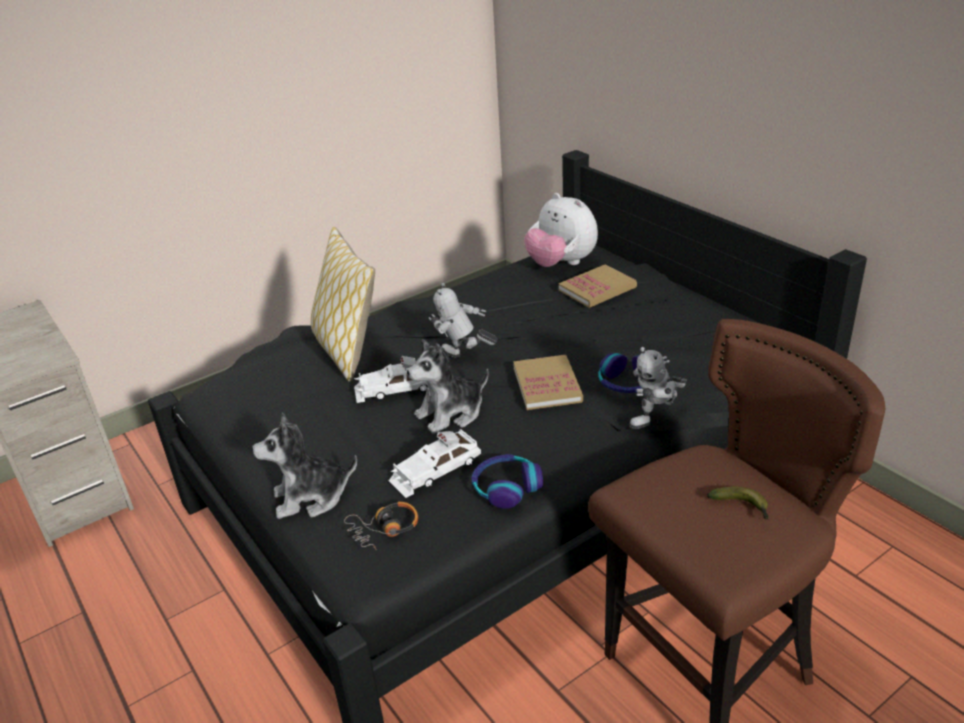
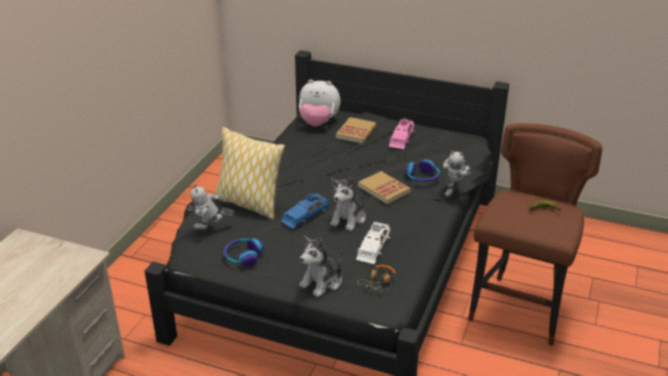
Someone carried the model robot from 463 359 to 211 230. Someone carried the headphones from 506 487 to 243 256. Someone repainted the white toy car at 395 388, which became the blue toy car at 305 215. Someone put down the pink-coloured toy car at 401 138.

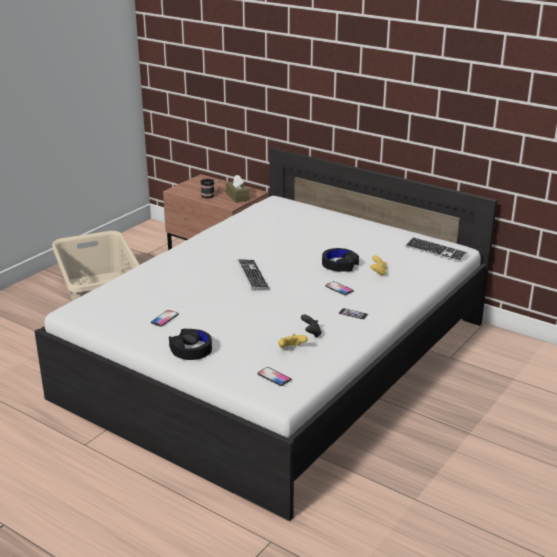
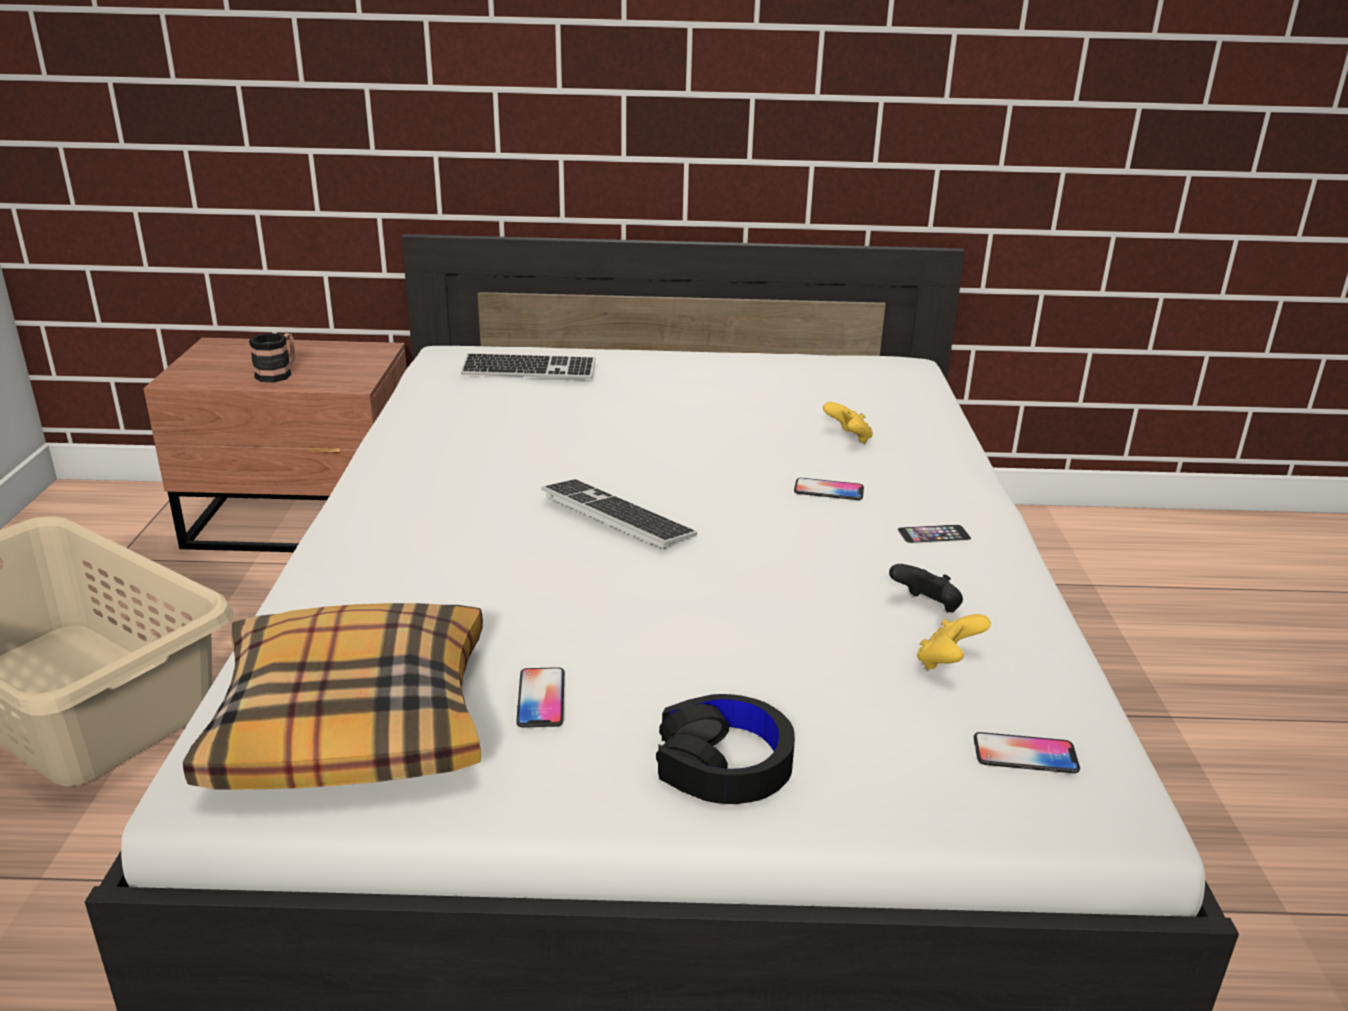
Someone put down the cushion at 353 720. Someone carried the keyboard from 435 251 to 529 370. Someone took away the brownish box of tissues at 237 197. Someone took away the black headphones at 339 265.

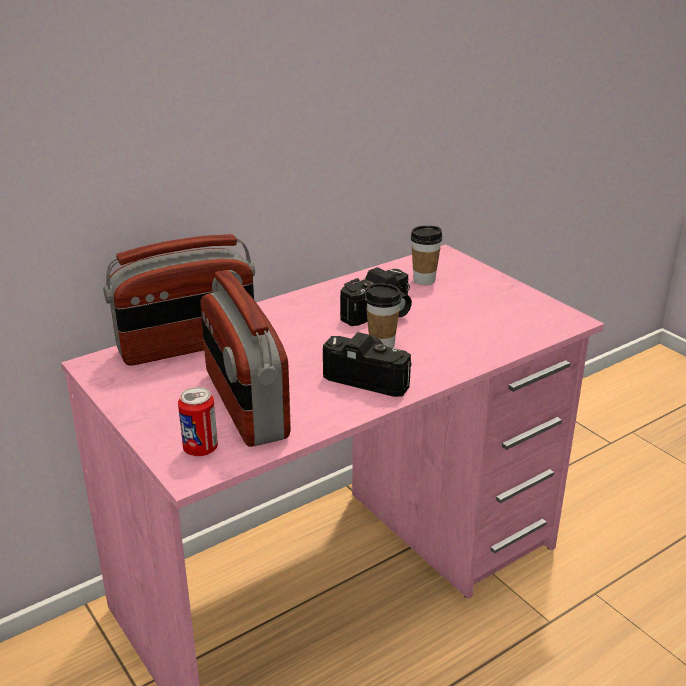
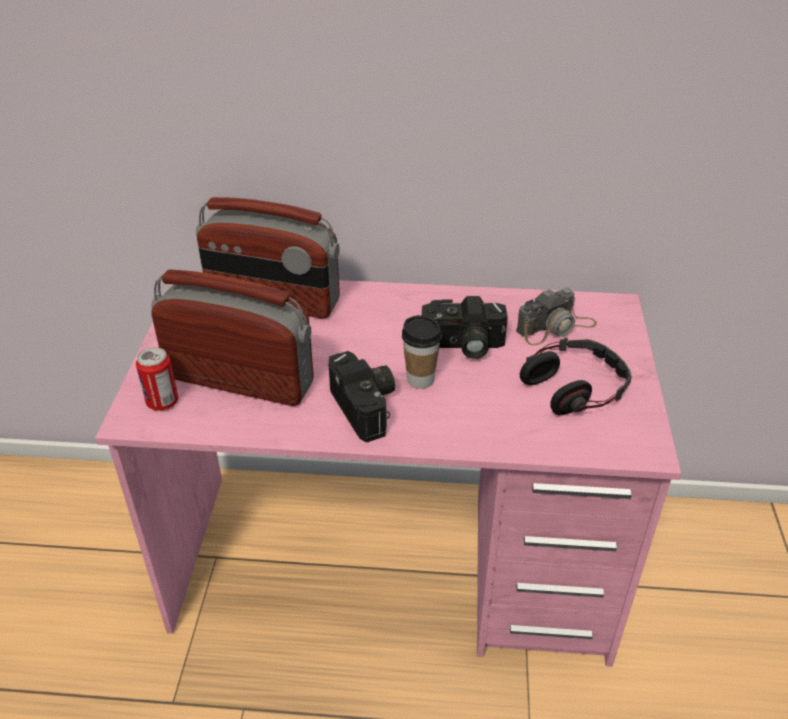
Someone rotated the radio set at 245 405 by 90 degrees clockwise. Someone swapped the small cup at 424 280 for the photo camera at 556 327. Someone put down the headphones at 574 386.

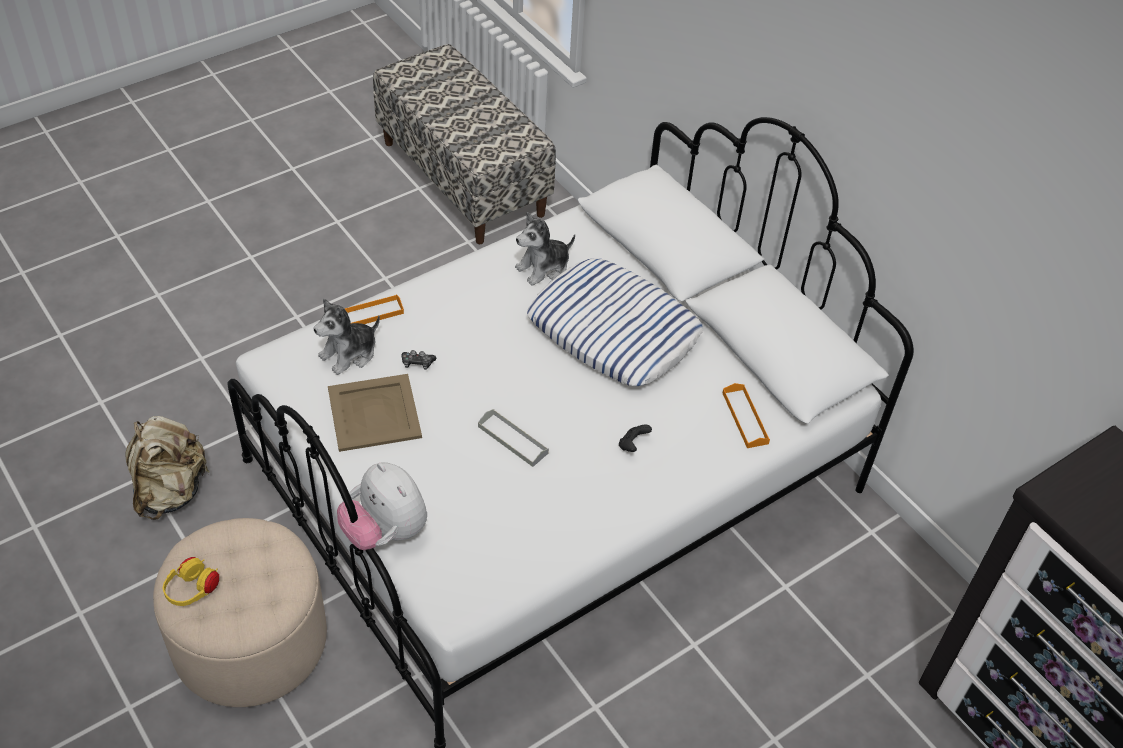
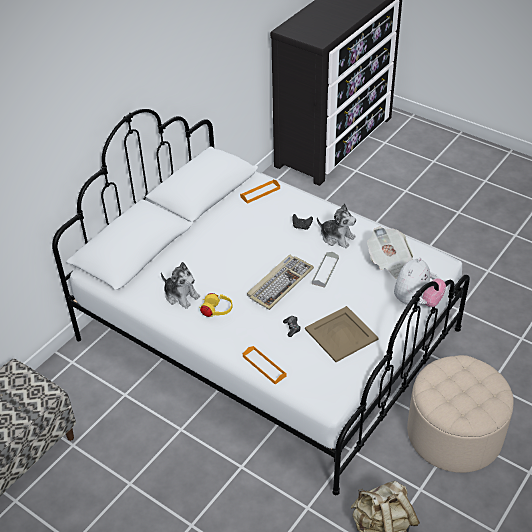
Someone carried the yellowish headphones from 193 590 to 216 311. Someone put down the keyboard at 280 283. Someone carried the plush toy from 349 354 to 337 237. Someone put down the newspaper at 390 262. Someone took away the cushion at 614 330.

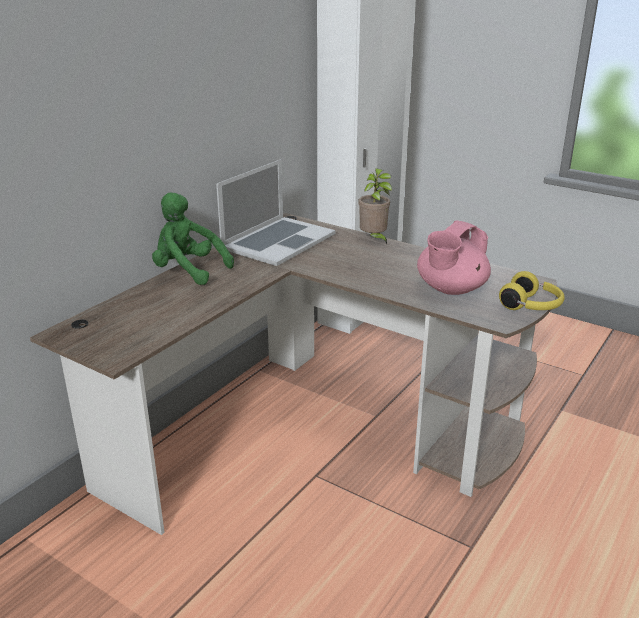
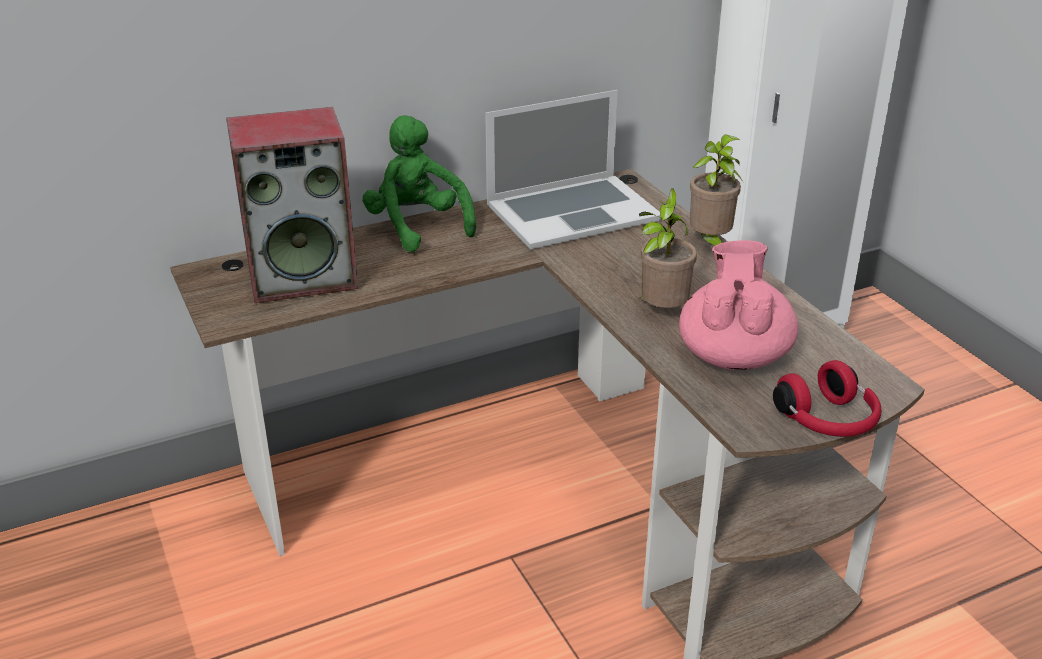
Someone put down the audio speaker at 304 275. Someone put down the houseplant at 661 311. Someone rotated the pink-coloured teapot at 450 289 by 120 degrees clockwise. Someone repainted the yellowish headphones at 531 306, which became the reddish headphones at 828 421.

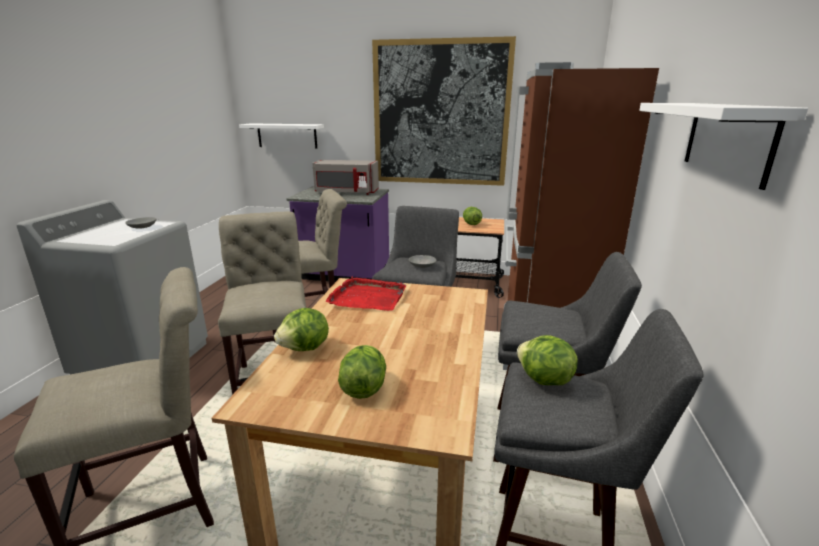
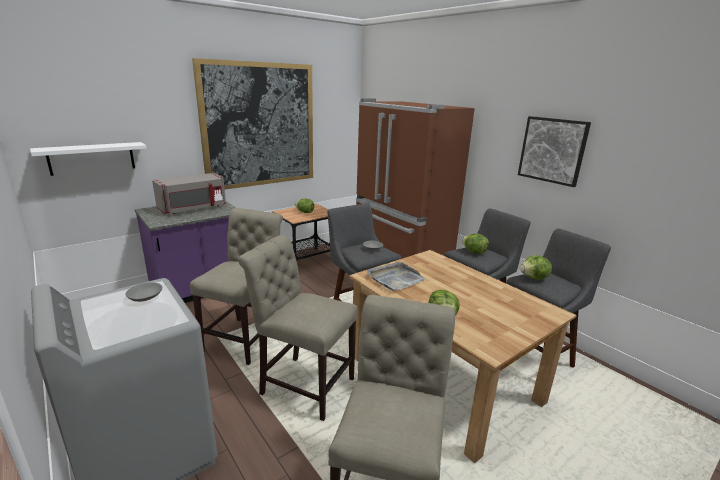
Someone repainted the reddish carrying tray at 368 297, which became the greyish carrying tray at 395 278. Someone carried the head of lettuce from 363 388 to 474 252. Someone swapped the white bracket shelf at 727 139 for the picture at 552 150.

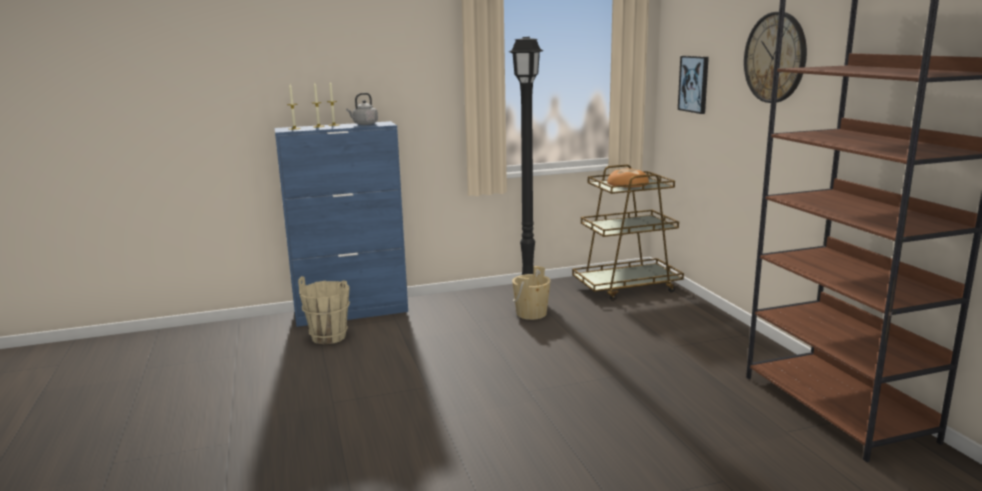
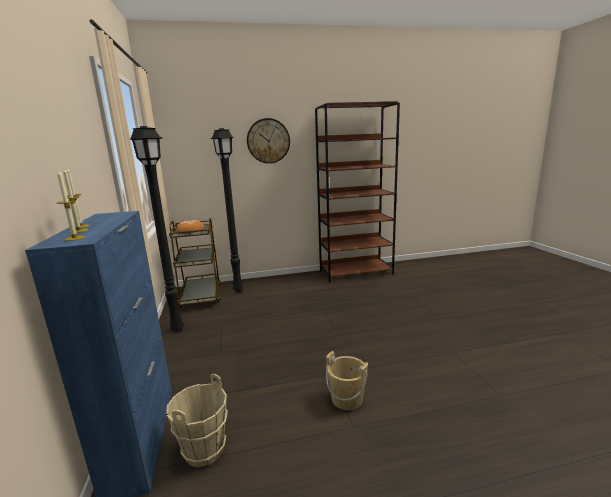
Someone put down the black standing lamp at 238 290. Someone carried the beige pail from 531 314 to 347 399. Someone took away the greyish water kettle at 364 124. Someone took away the picture at 694 84.

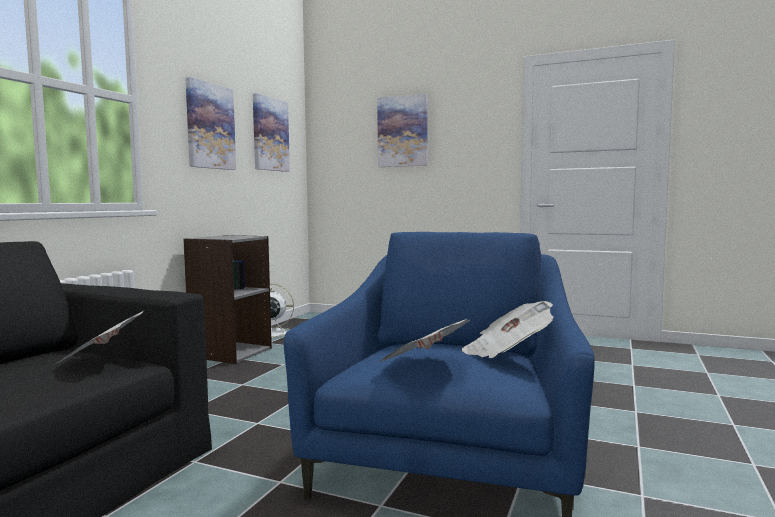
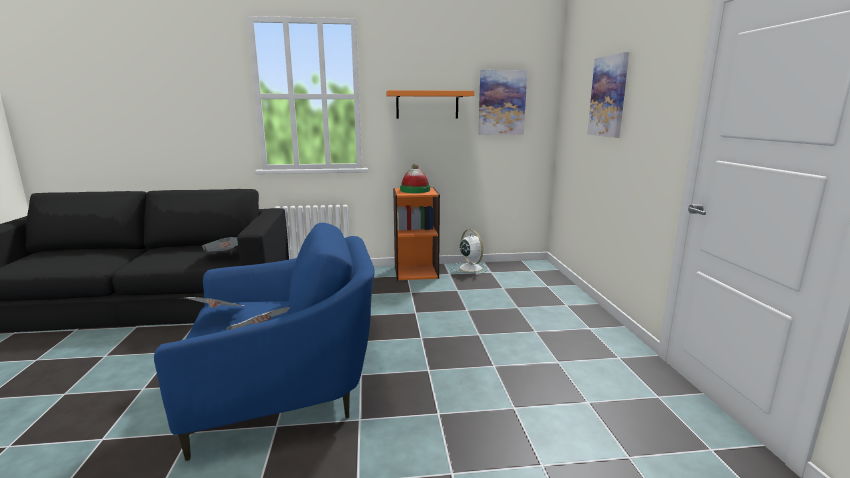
Someone swapped the picture at 210 126 for the orangey bracket shelf at 427 105. Someone repainted the greyish bookcase at 230 352, which became the orangey bookcase at 416 272. Someone put down the clothing hat at 415 190.

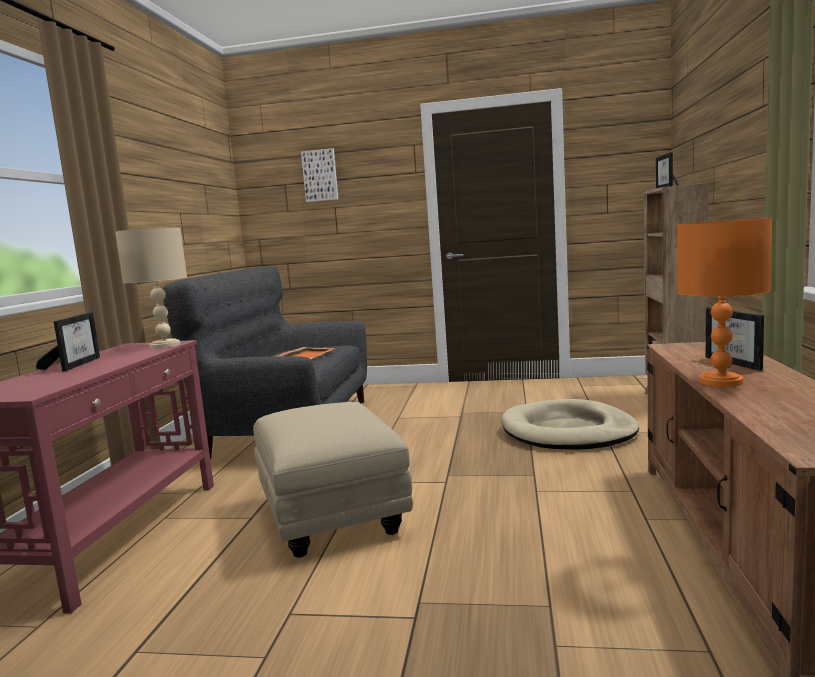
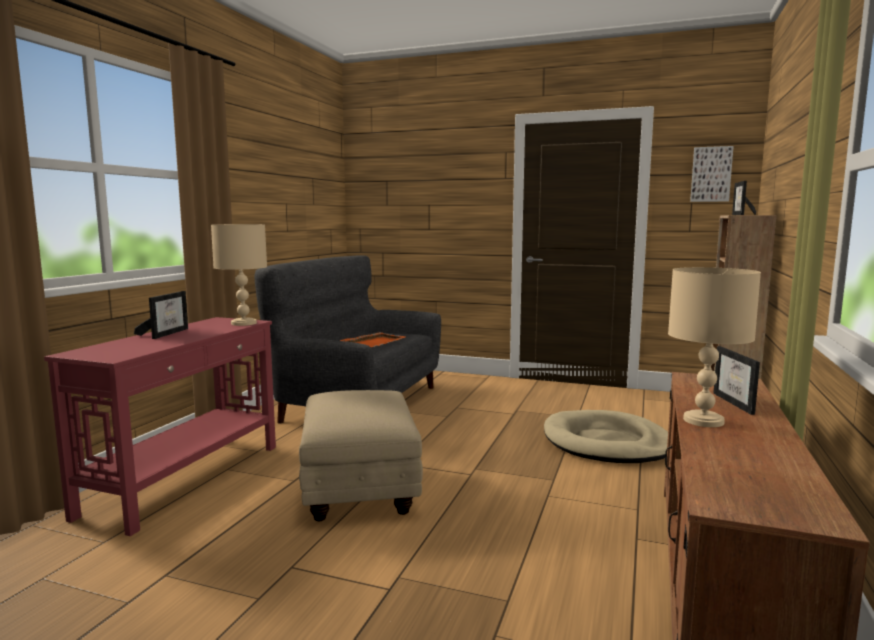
Someone repainted the orangey lamp for a table at 720 381, which became the beige lamp for a table at 703 420. Someone carried the picture from 320 175 to 711 174.

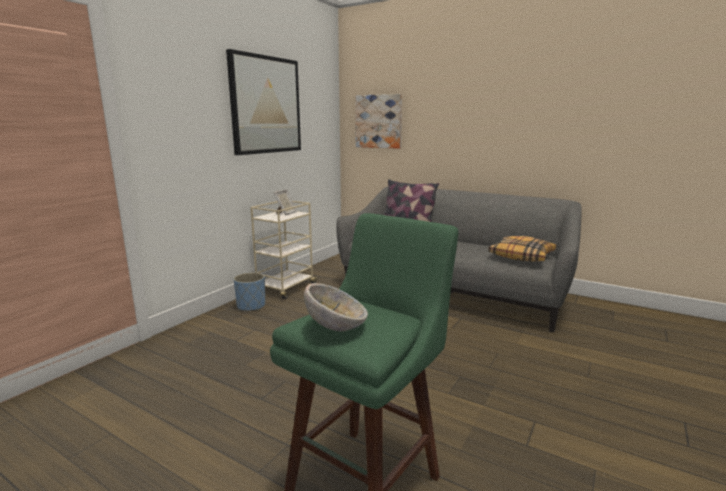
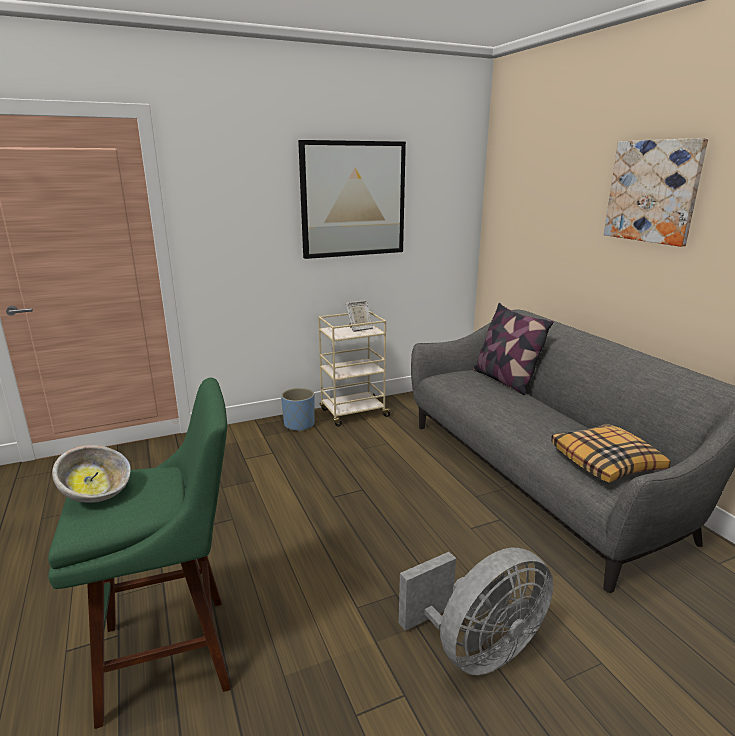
Someone put down the greyish fan at 477 650. Someone carried the picture from 378 121 to 653 191.

